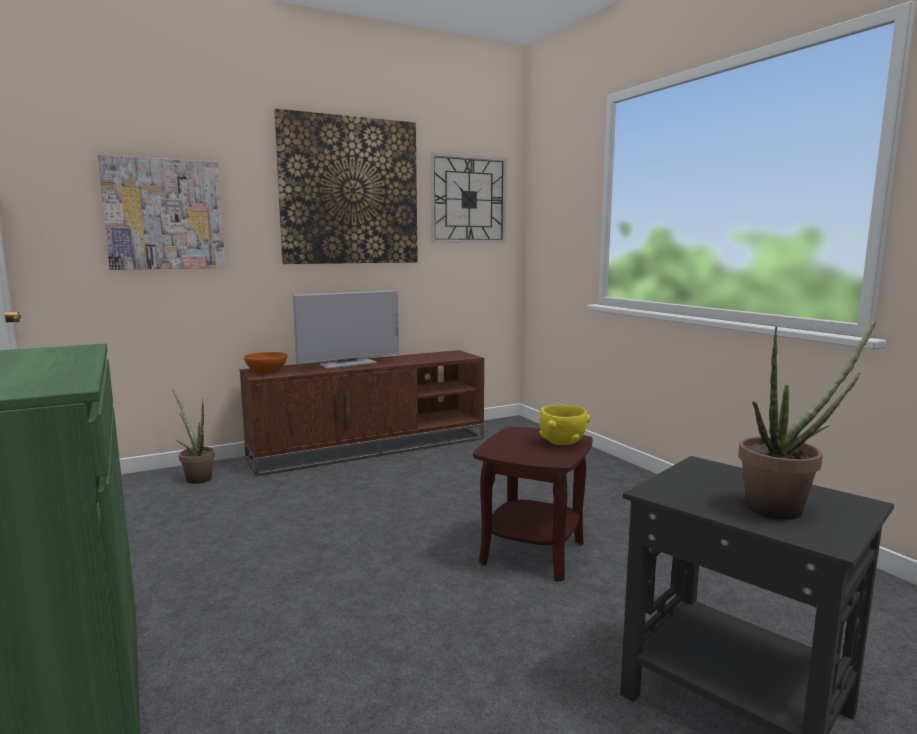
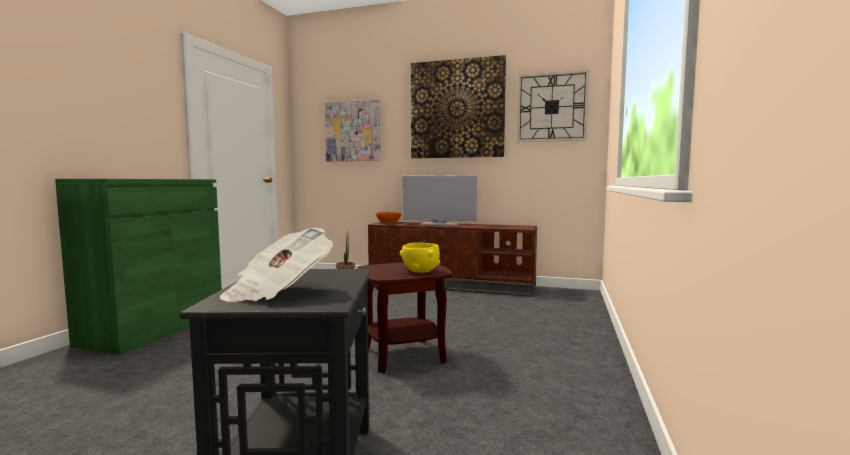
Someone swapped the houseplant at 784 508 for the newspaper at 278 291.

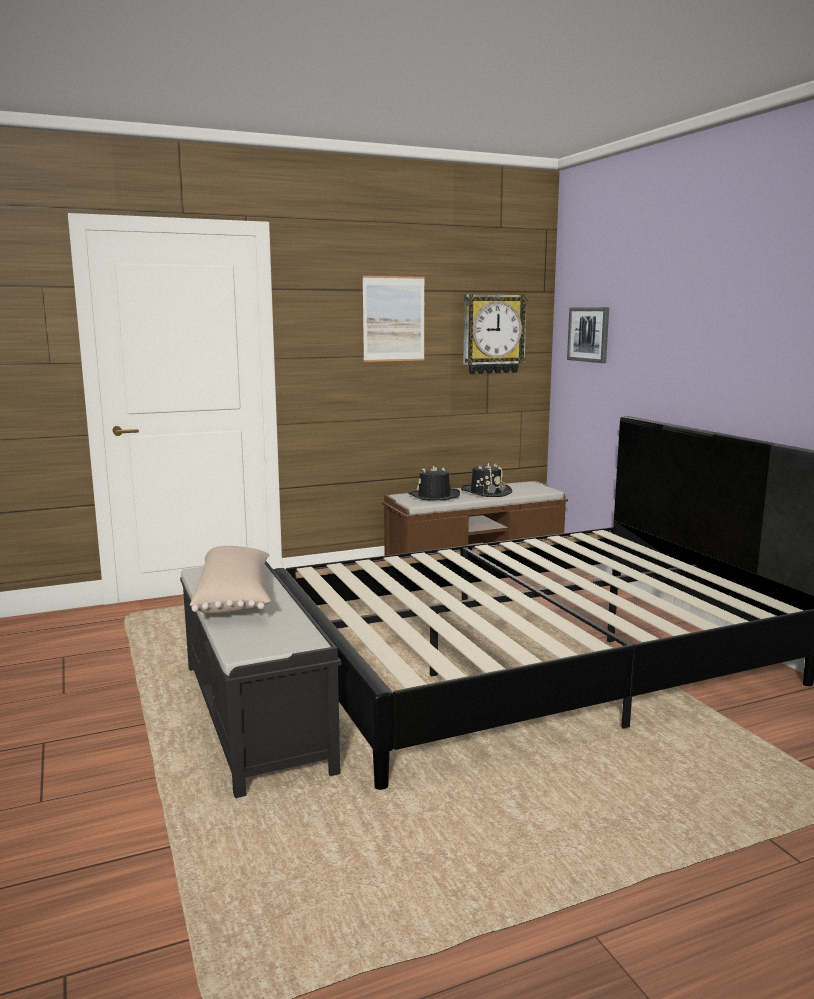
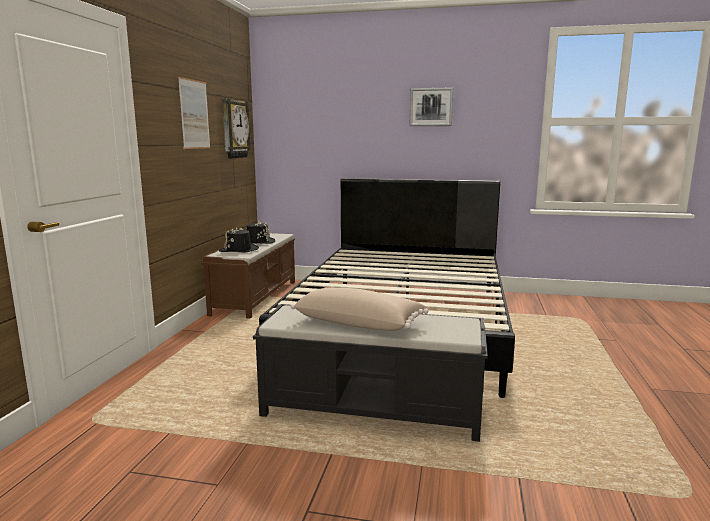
Someone carried the picture from 589 334 to 431 107.

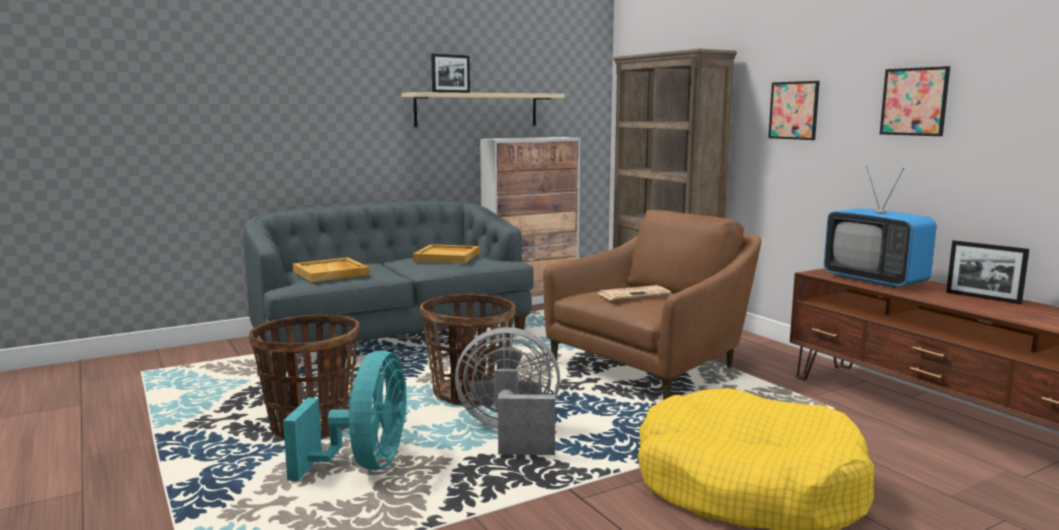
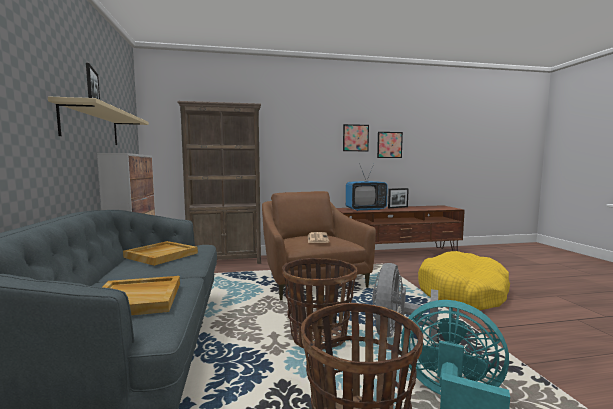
Someone carried the picture from 793 110 to 389 145.

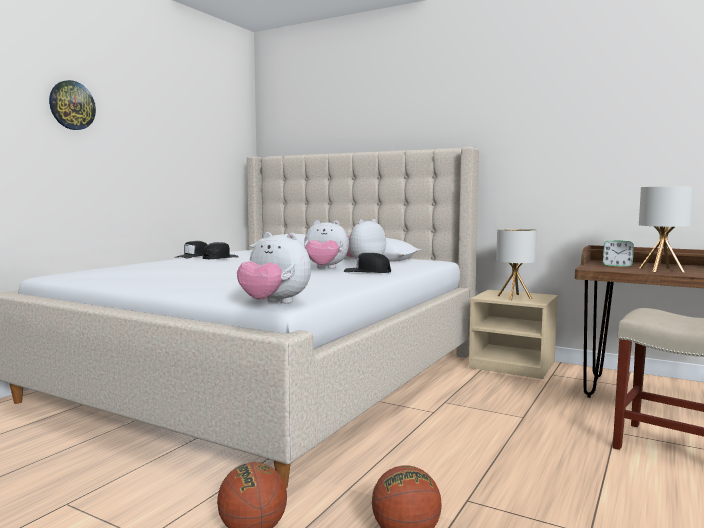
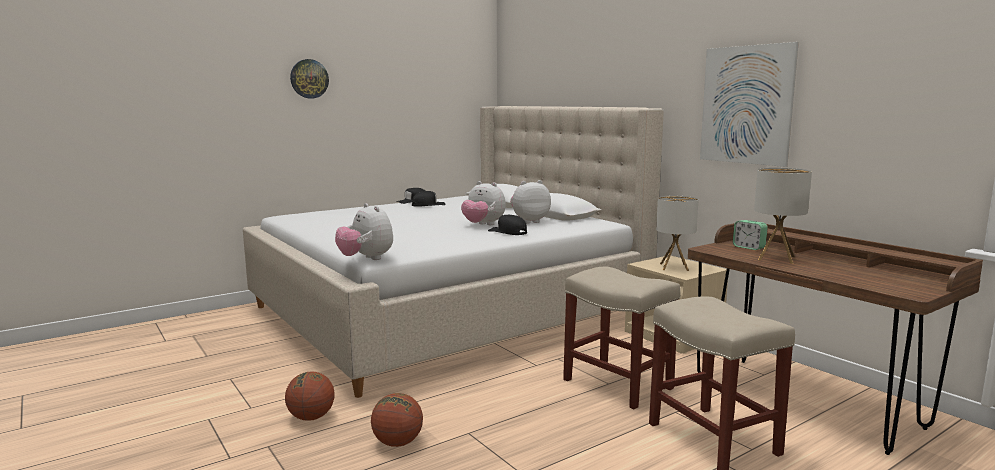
Someone put down the beige stool at 619 384. Someone put up the picture at 746 105.

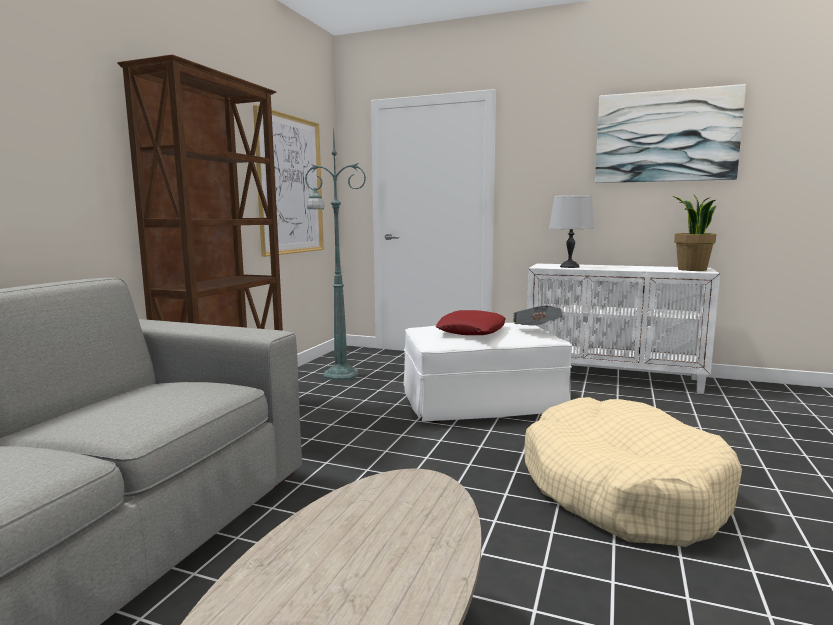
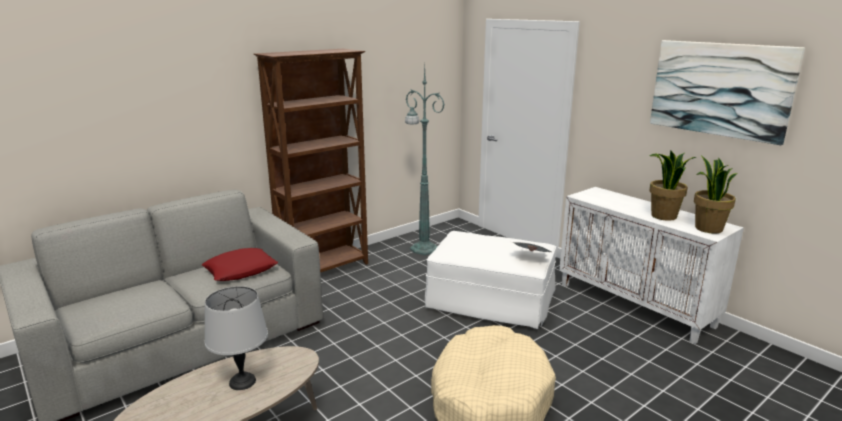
Someone carried the reddish cushion from 471 331 to 240 270. Someone carried the greyish lamp for a table from 569 266 to 243 381. Someone put down the houseplant at 663 216. Someone took away the picture at 290 185.

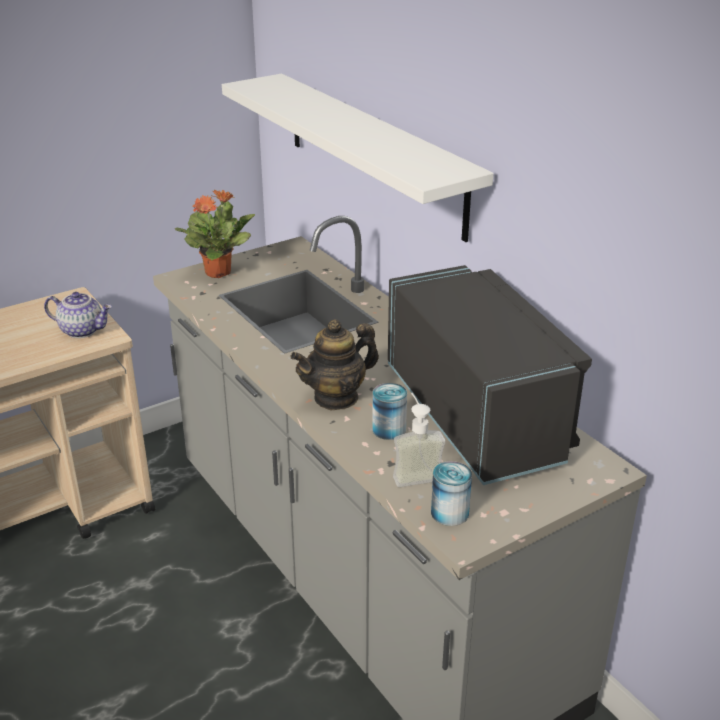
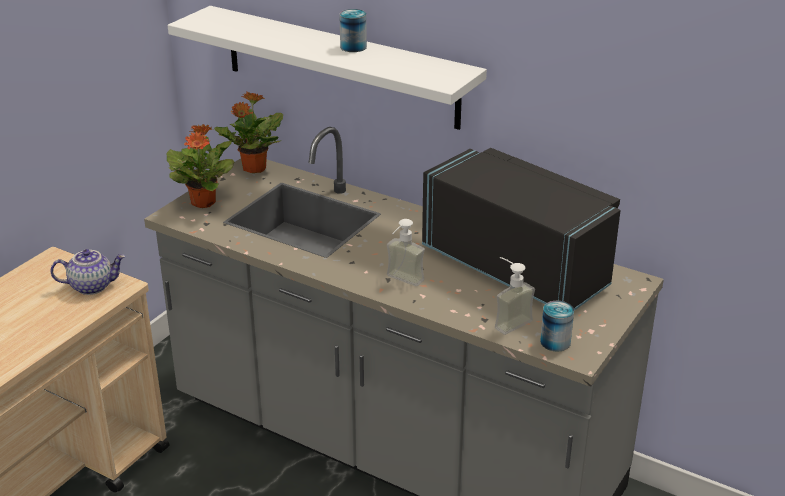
Someone put down the houseplant at 253 169. Someone carried the sealed can from 389 429 to 353 47. Someone swapped the teapot at 336 397 for the soap dispenser at 401 282.

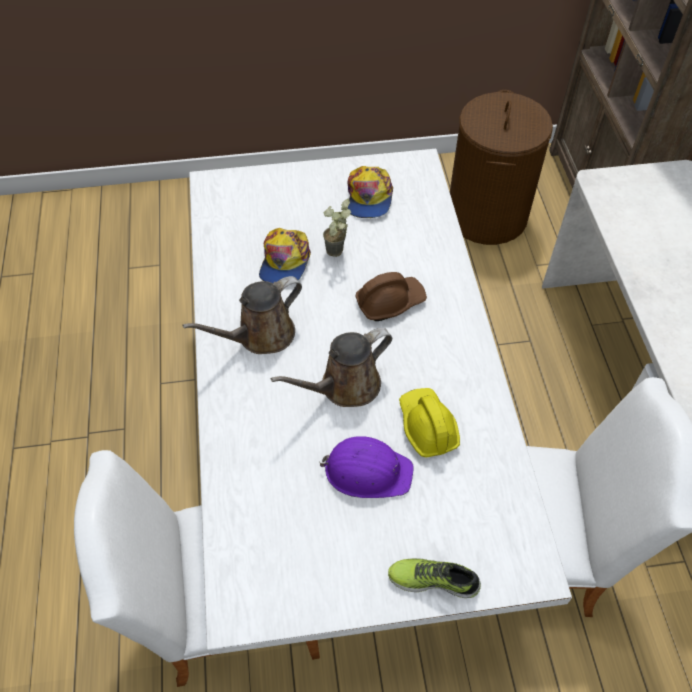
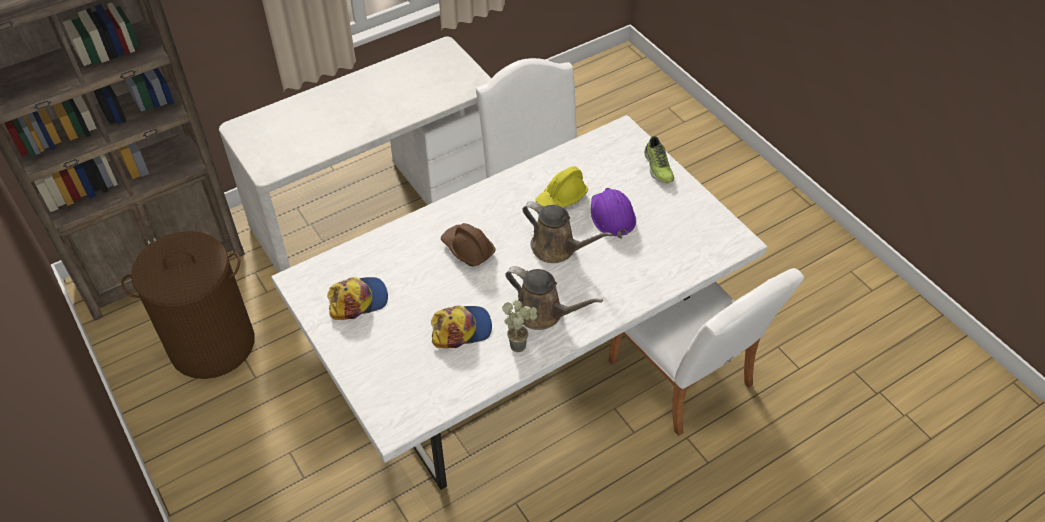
Someone carried the houseplant from 337 254 to 521 343.

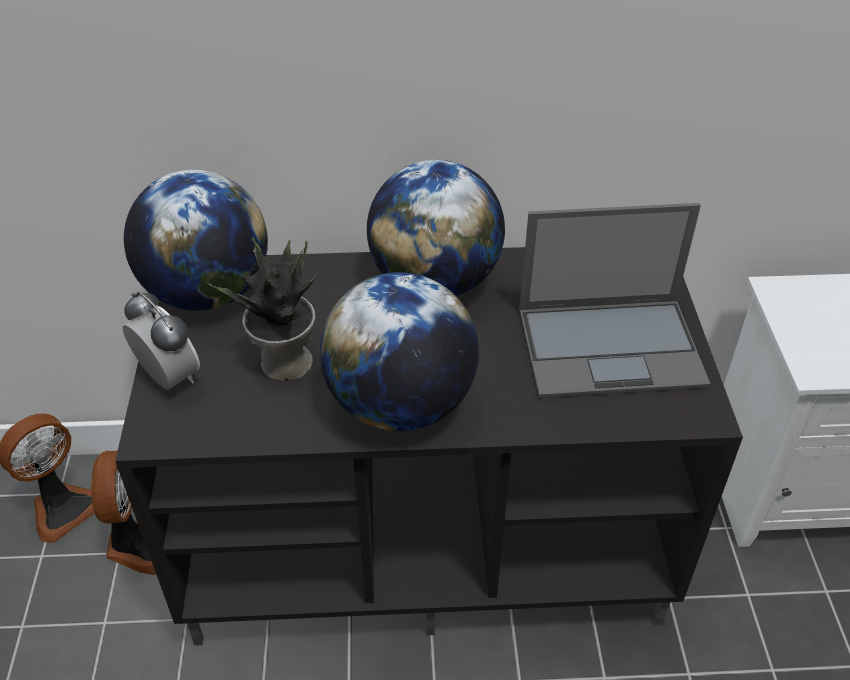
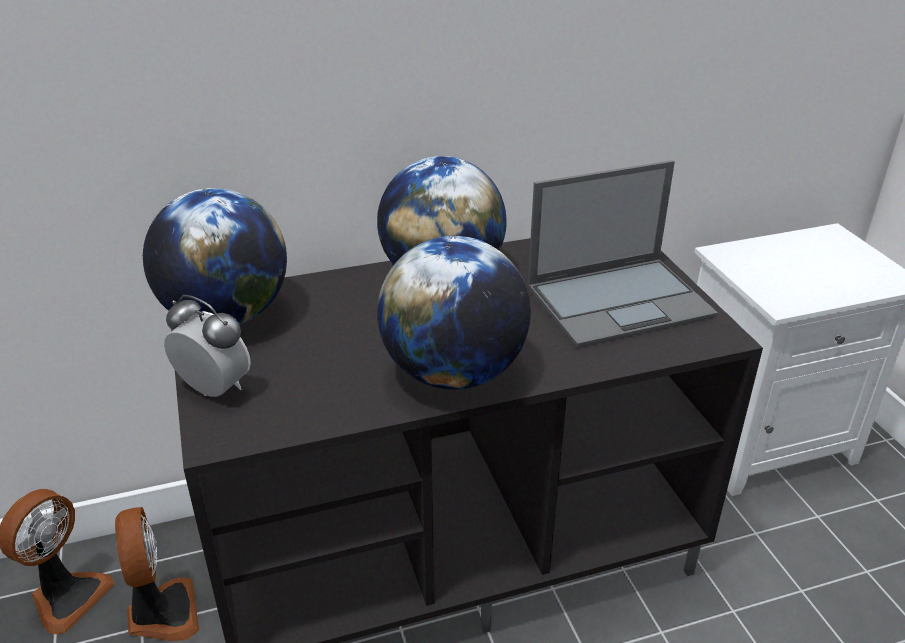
Someone took away the houseplant at 284 363.

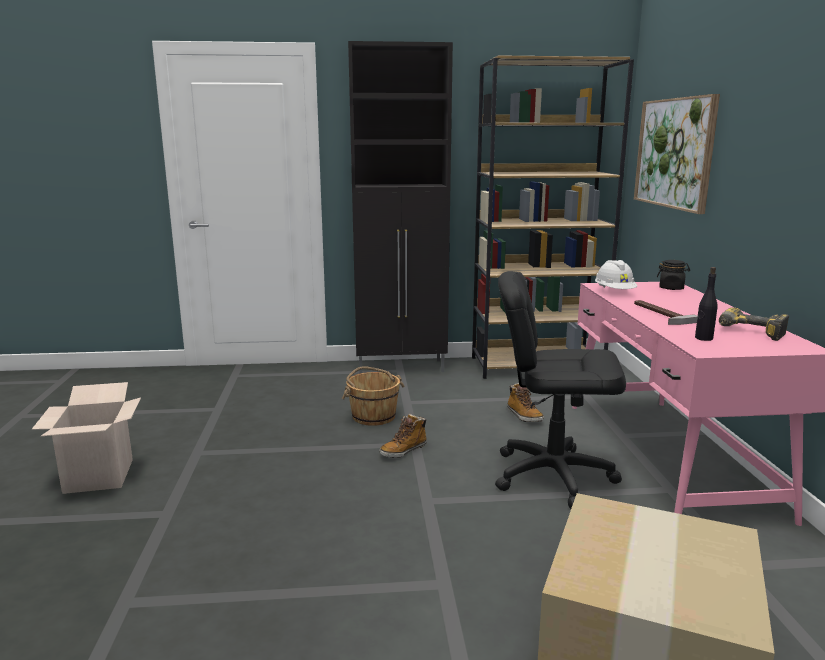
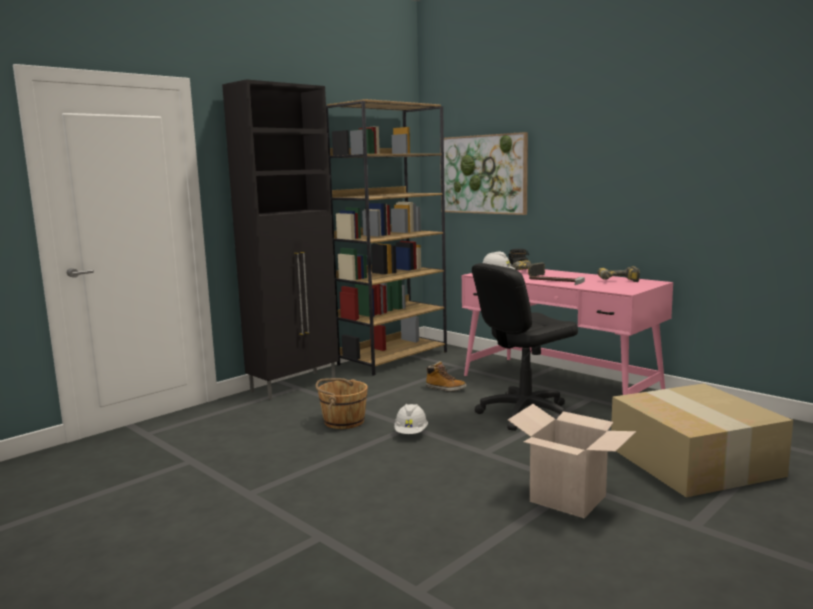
Someone swapped the tall boot at 403 450 for the white work helmet at 411 433. Someone carried the cardboard box from 99 476 to 568 498. Someone put down the power drill at 524 274. Someone took away the black beverage bottle at 703 338.

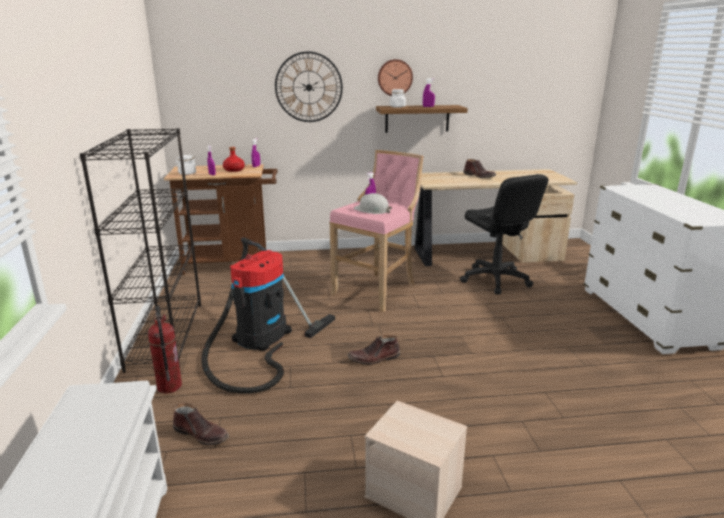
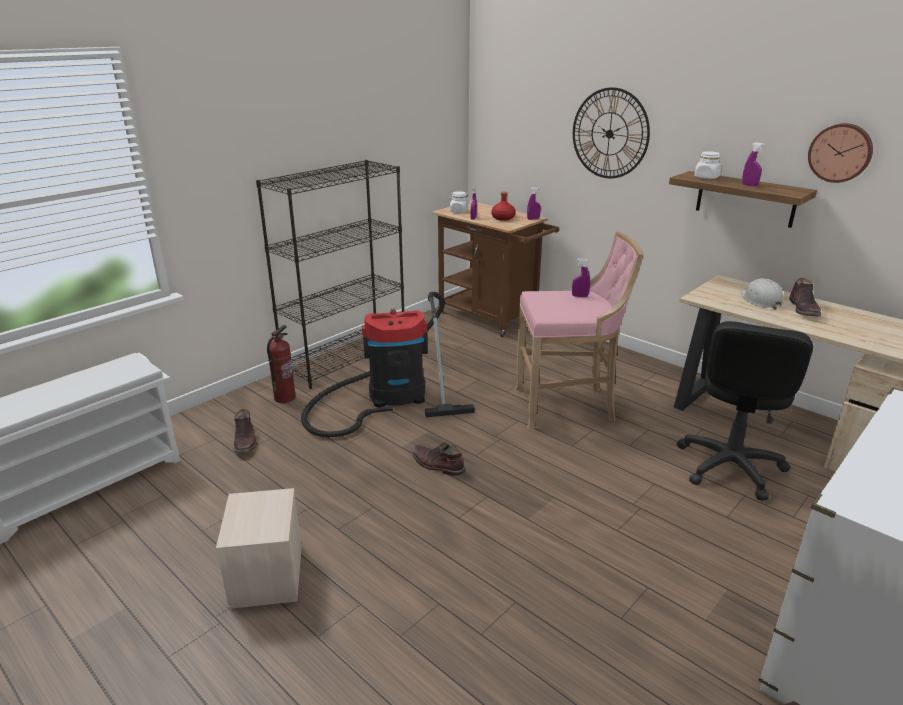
Someone carried the white work helmet from 372 210 to 761 300. Someone carried the hanging clock from 394 77 to 840 152.

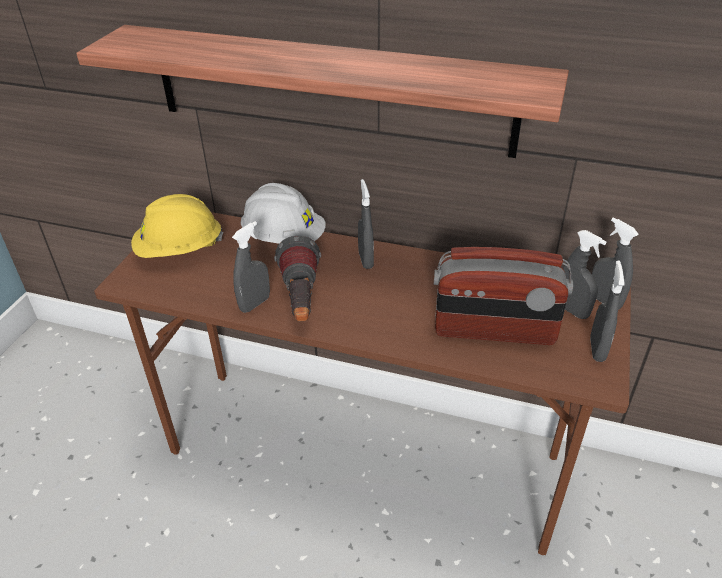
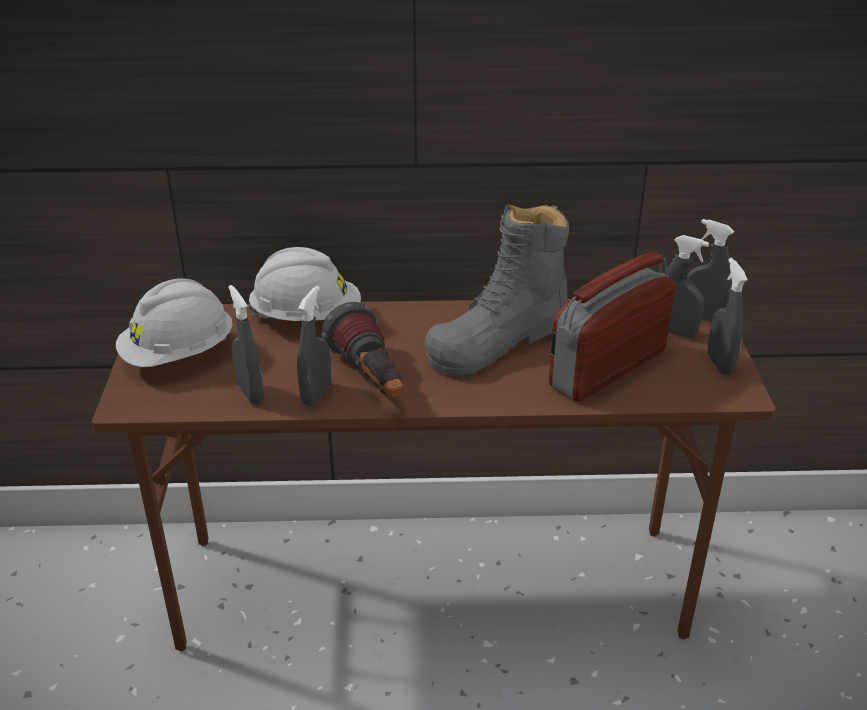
Someone repainted the yellowish work helmet at 179 250, which became the white work helmet at 179 355. Someone carried the greyish hand sprayer from 366 260 to 250 393. Someone put down the greyish tall boot at 498 340. Someone rotated the radio set at 494 331 by 150 degrees clockwise. Someone took away the bracket shelf at 329 90.

